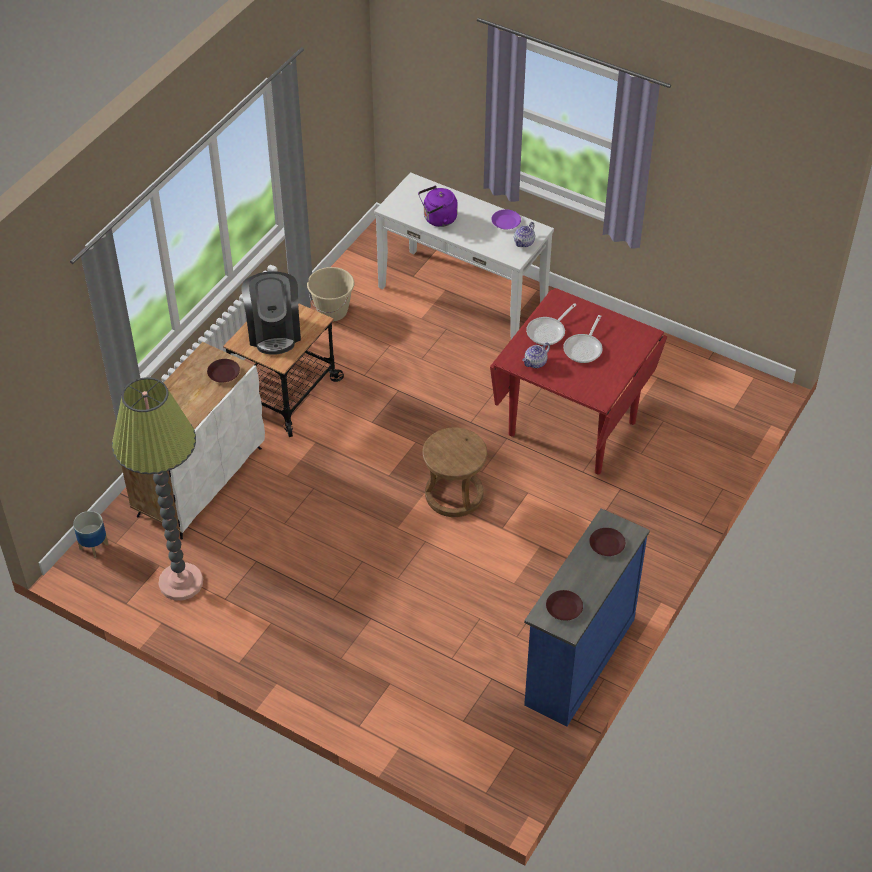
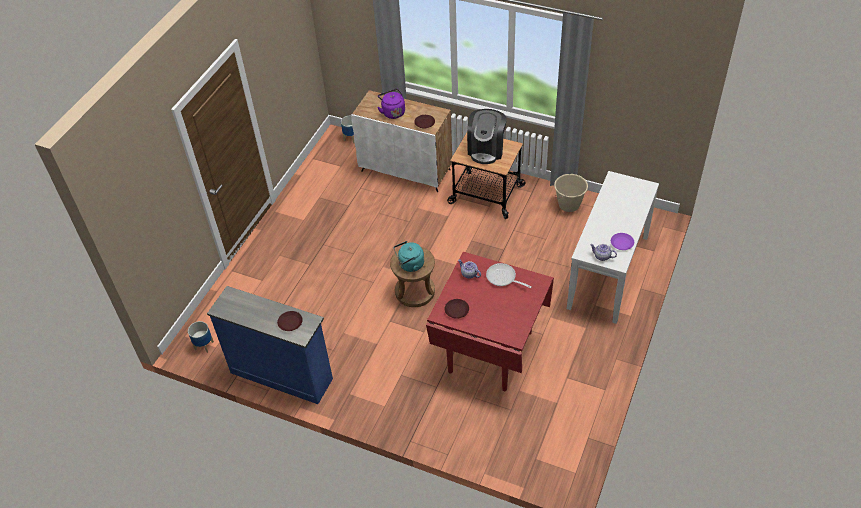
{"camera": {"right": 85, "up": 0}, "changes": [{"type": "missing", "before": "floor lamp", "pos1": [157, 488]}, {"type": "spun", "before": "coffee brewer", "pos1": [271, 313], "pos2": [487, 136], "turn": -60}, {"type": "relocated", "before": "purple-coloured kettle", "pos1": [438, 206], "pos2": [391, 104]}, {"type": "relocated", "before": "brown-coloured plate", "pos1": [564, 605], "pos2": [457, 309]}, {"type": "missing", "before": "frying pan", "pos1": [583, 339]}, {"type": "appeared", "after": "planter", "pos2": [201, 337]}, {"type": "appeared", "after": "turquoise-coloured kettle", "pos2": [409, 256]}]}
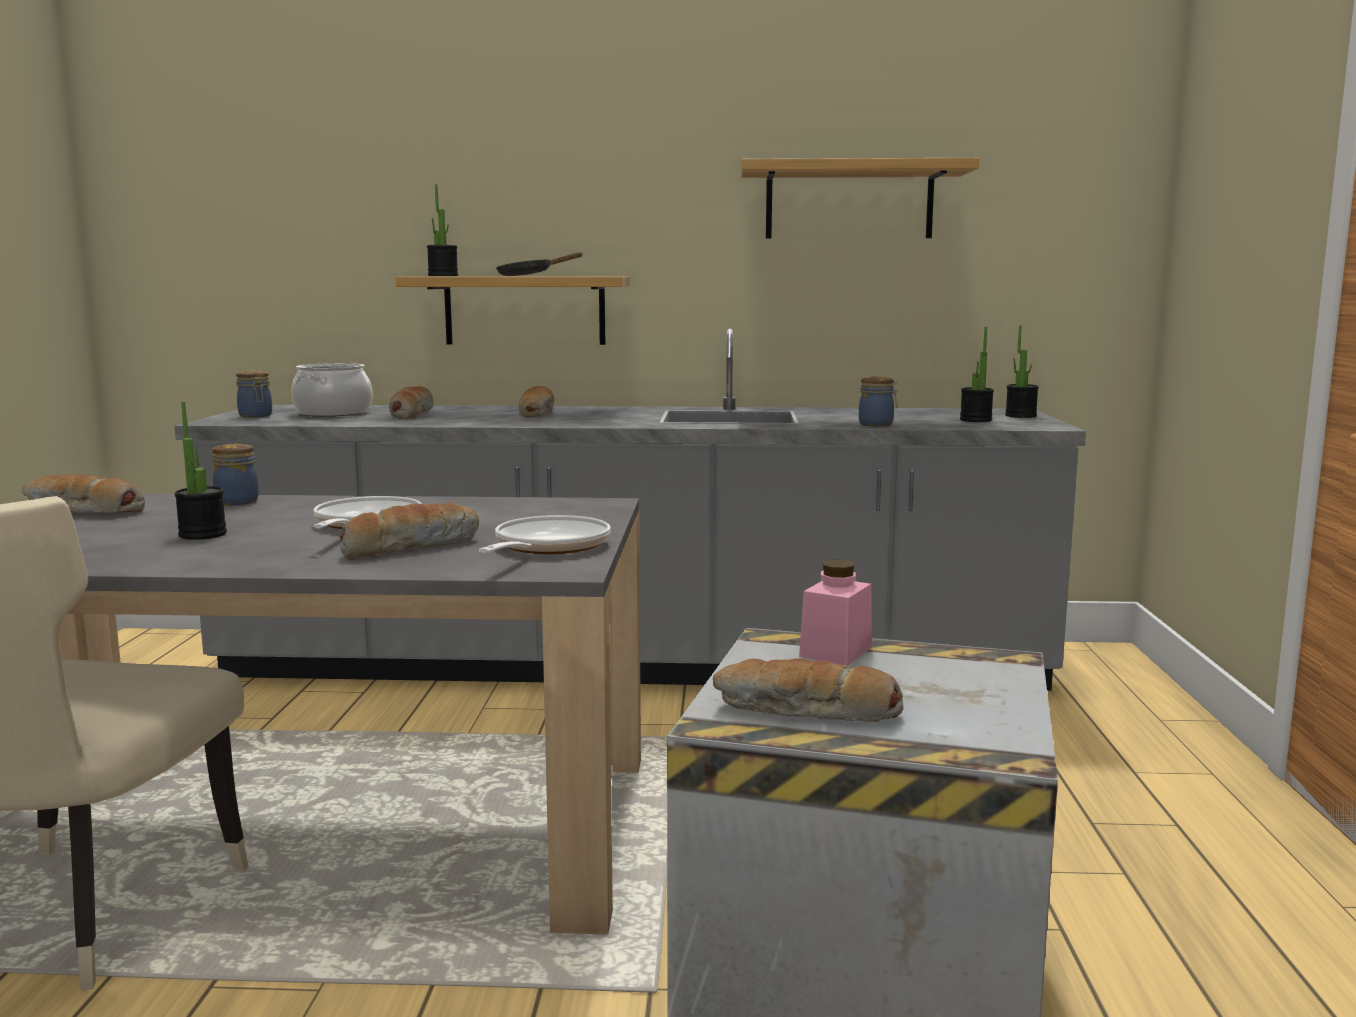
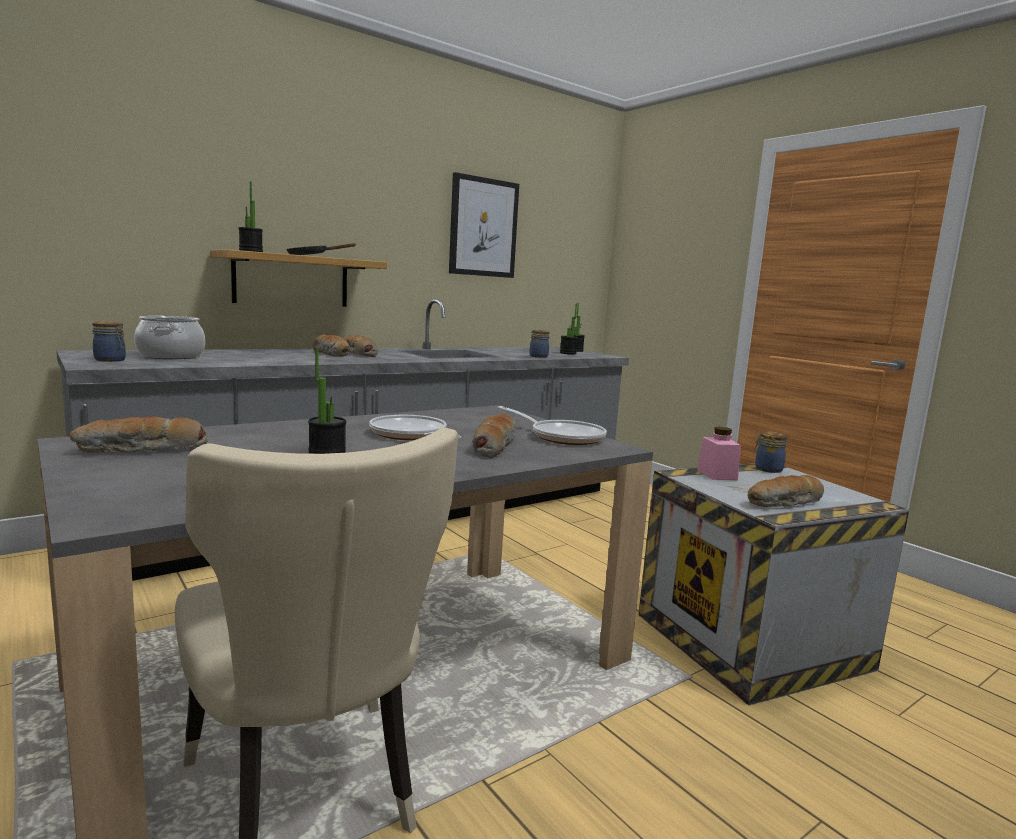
{"camera": {"right": -40, "up": 0}, "changes": [{"type": "relocated", "before": "preserve jar", "pos1": [235, 474], "pos2": [770, 452]}, {"type": "relocated", "before": "baked bread", "pos1": [411, 402], "pos2": [360, 346]}, {"type": "spun", "before": "frying pan", "pos1": [545, 534], "pos2": [552, 425], "turn": 150}, {"type": "exchanged", "before": "shelf", "after": "wall picture", "pos1": [860, 198], "pos2": [484, 225]}]}
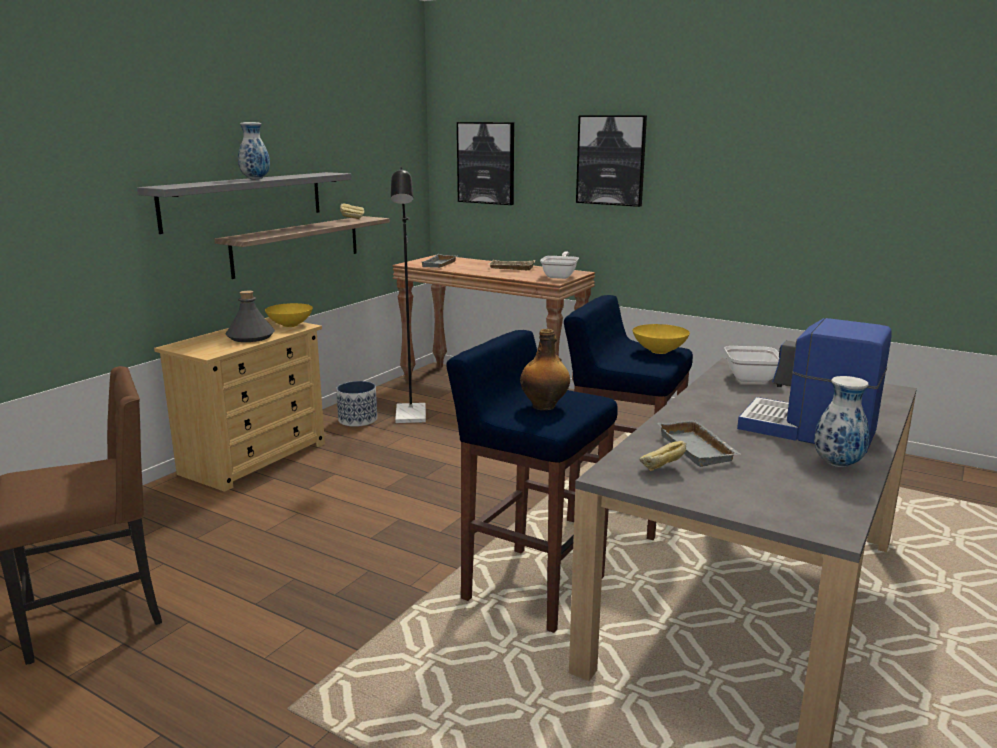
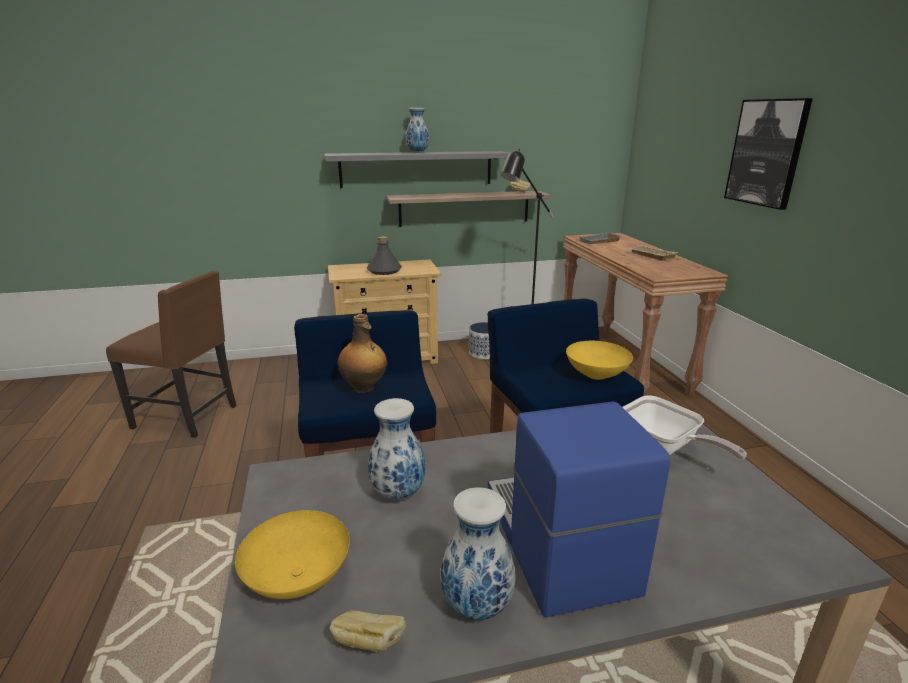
{"camera": {"right": 45, "up": 5}, "changes": [{"type": "relocated", "before": "yellowish serving bowl", "pos1": [289, 315], "pos2": [292, 554]}, {"type": "missing", "before": "wall picture", "pos1": [485, 163]}, {"type": "missing", "before": "frying pan", "pos1": [559, 265]}, {"type": "relocated", "before": "baked bread", "pos1": [662, 456], "pos2": [368, 631]}, {"type": "exchanged", "before": "gray serving tray", "after": "vase", "pos1": [699, 443], "pos2": [397, 449]}]}
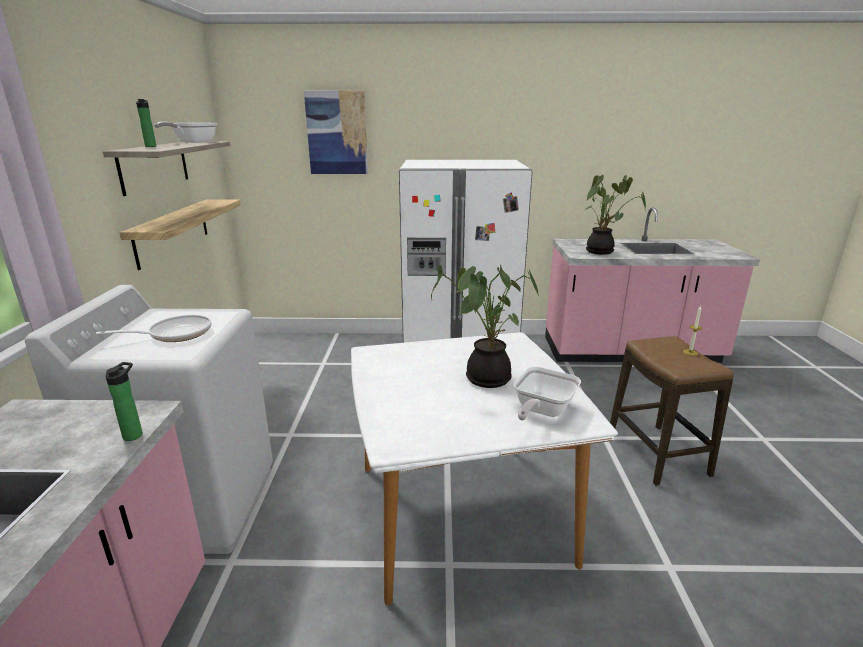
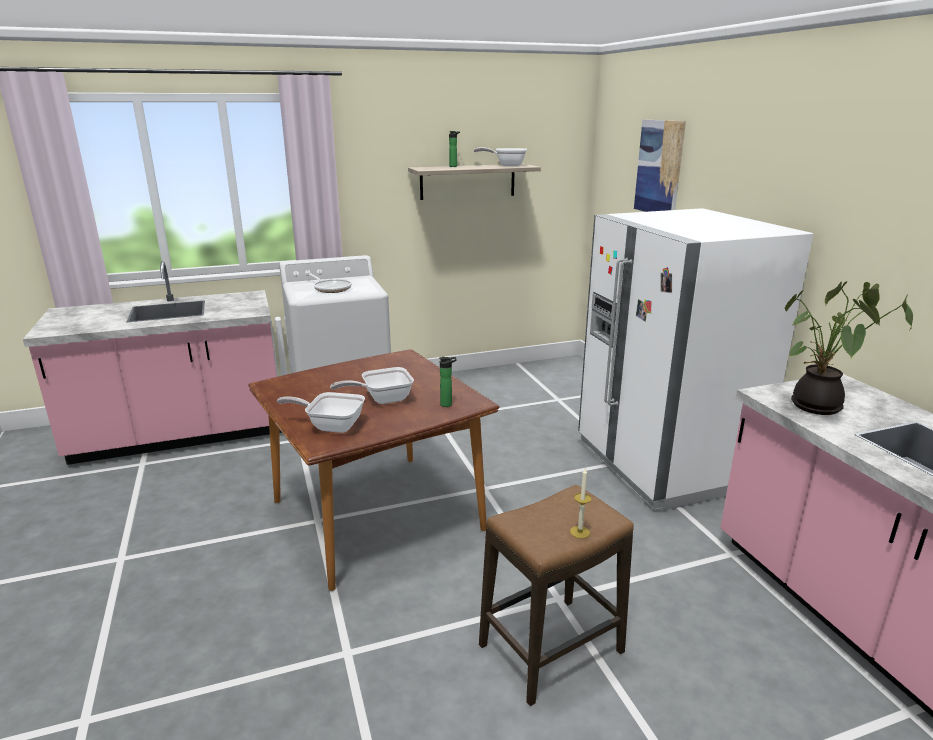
{"camera": {"right": 70, "up": 0}, "changes": [{"type": "relocated", "before": "beverage bottle", "pos1": [124, 401], "pos2": [448, 382]}, {"type": "missing", "before": "shelf", "pos1": [180, 234]}, {"type": "colour", "before": "white-coloured dining table", "after": "brown-coloured dining table", "pos1": [484, 468], "pos2": [374, 470]}, {"type": "exchanged", "before": "potted plant", "after": "frying pan", "pos1": [485, 326], "pos2": [372, 385]}]}
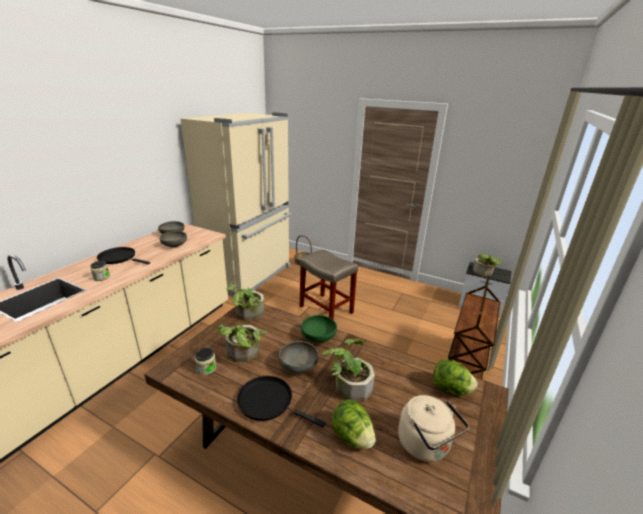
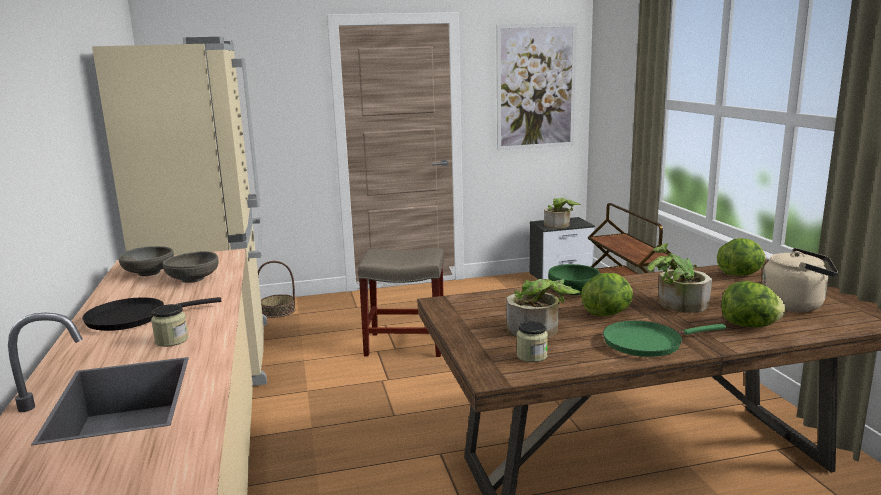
{"camera": {"right": -40, "up": -10}, "changes": [{"type": "missing", "before": "potted plant", "pos1": [245, 301]}, {"type": "colour", "before": "blackish frying pan", "after": "greenish frying pan", "pos1": [281, 402], "pos2": [664, 339]}, {"type": "exchanged", "before": "gray serving bowl", "after": "lettuce", "pos1": [299, 357], "pos2": [607, 294]}, {"type": "appeared", "after": "wall picture", "pos2": [536, 86]}]}
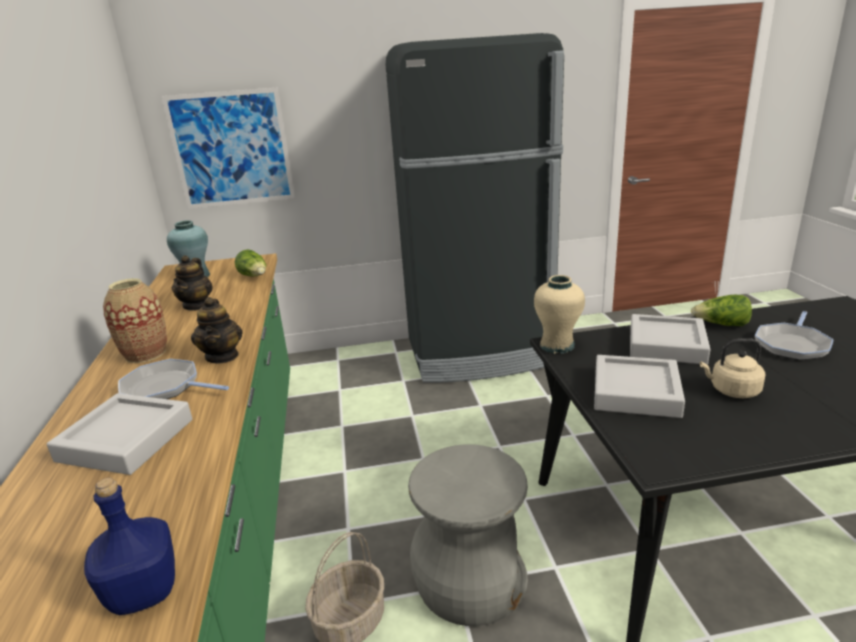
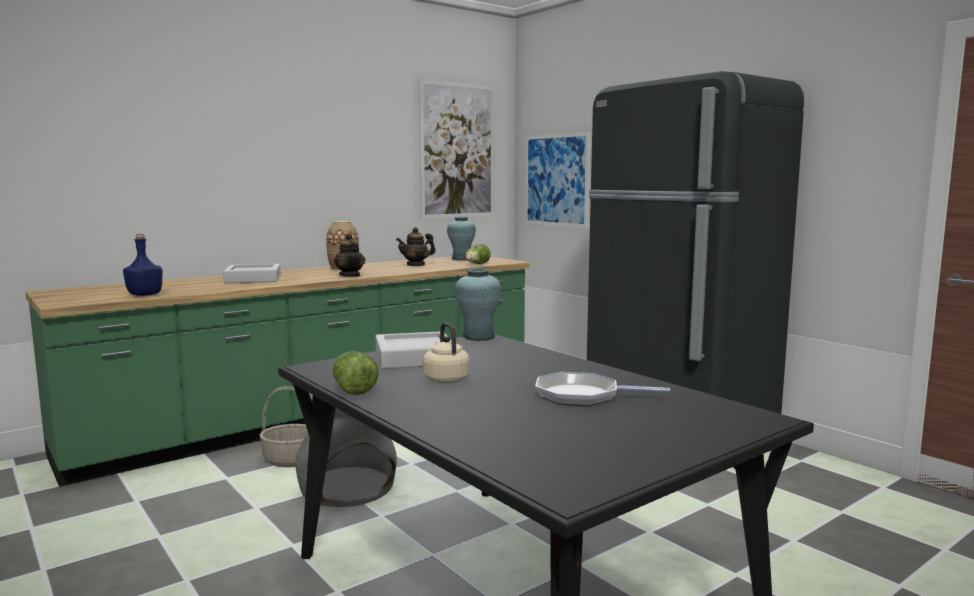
{"camera": {"right": 60, "up": -15}, "changes": [{"type": "missing", "before": "frying pan", "pos1": [173, 379]}, {"type": "spun", "before": "tea pot", "pos1": [217, 330], "pos2": [349, 255], "turn": -75}, {"type": "colour", "before": "beige vase", "after": "turquoise-coloured vase", "pos1": [559, 314], "pos2": [478, 304]}, {"type": "missing", "before": "gray serving tray", "pos1": [670, 339]}, {"type": "relocated", "before": "lettuce", "pos1": [721, 310], "pos2": [355, 373]}, {"type": "appeared", "after": "wall picture", "pos2": [456, 149]}]}
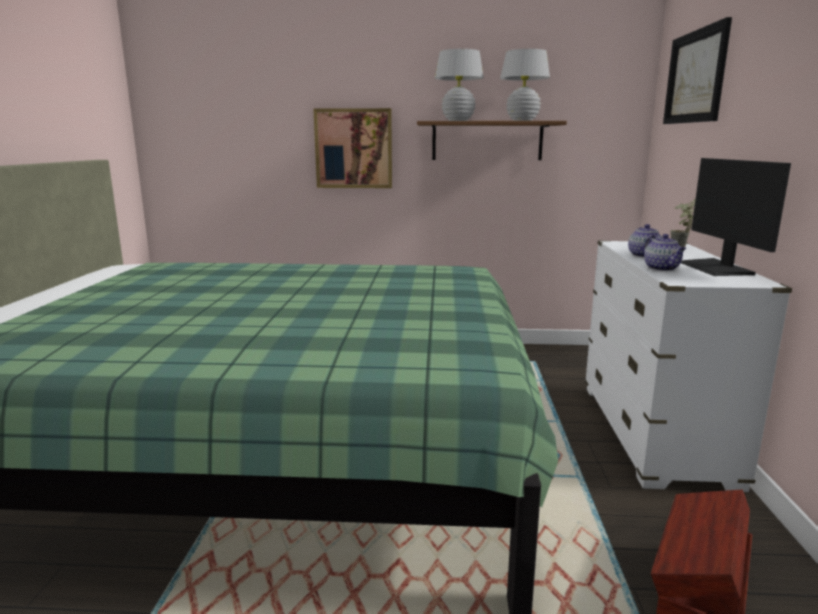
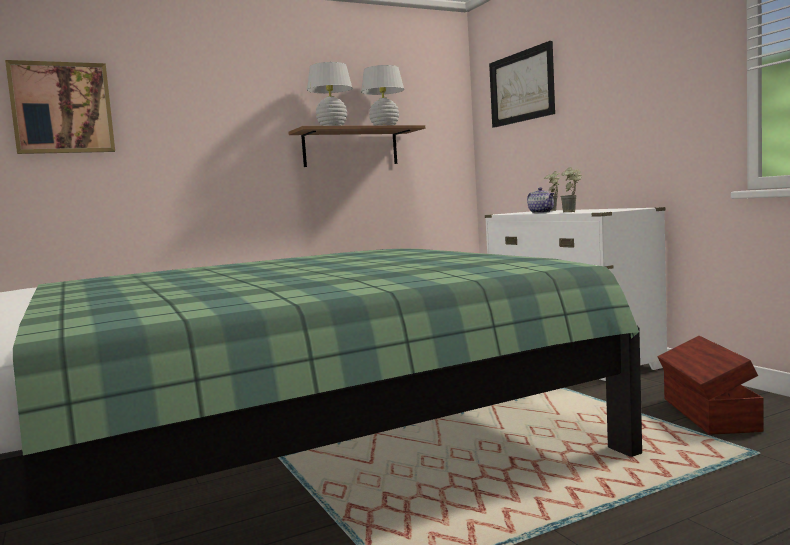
{"camera": {"right": -30, "up": -10}, "changes": [{"type": "relocated", "before": "wall picture", "pos1": [352, 148], "pos2": [60, 107]}, {"type": "exchanged", "before": "tea pot", "after": "potted plant", "pos1": [665, 252], "pos2": [571, 189]}, {"type": "missing", "before": "monitor", "pos1": [736, 217]}]}
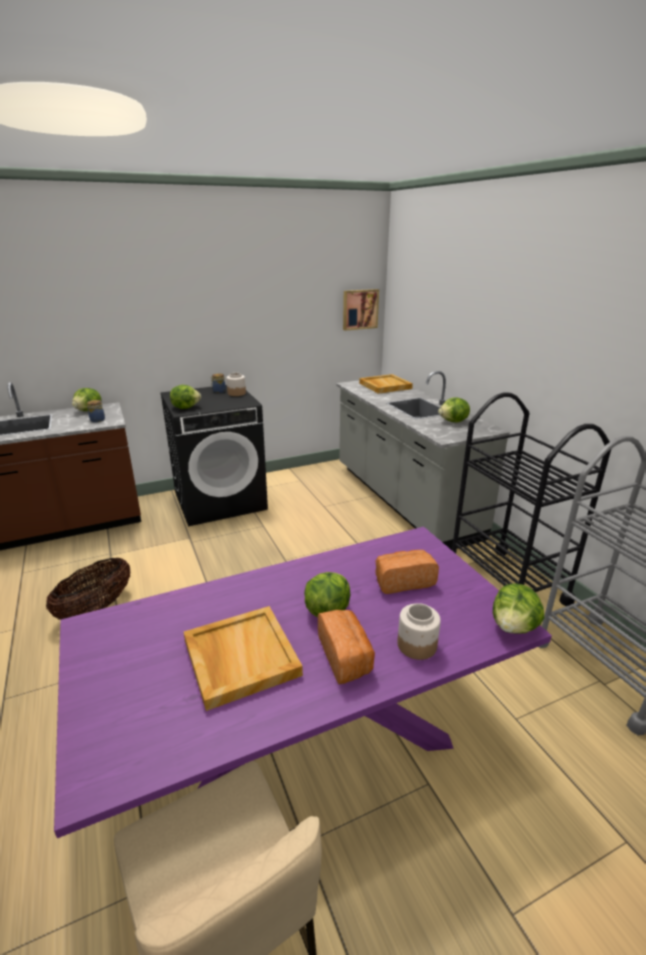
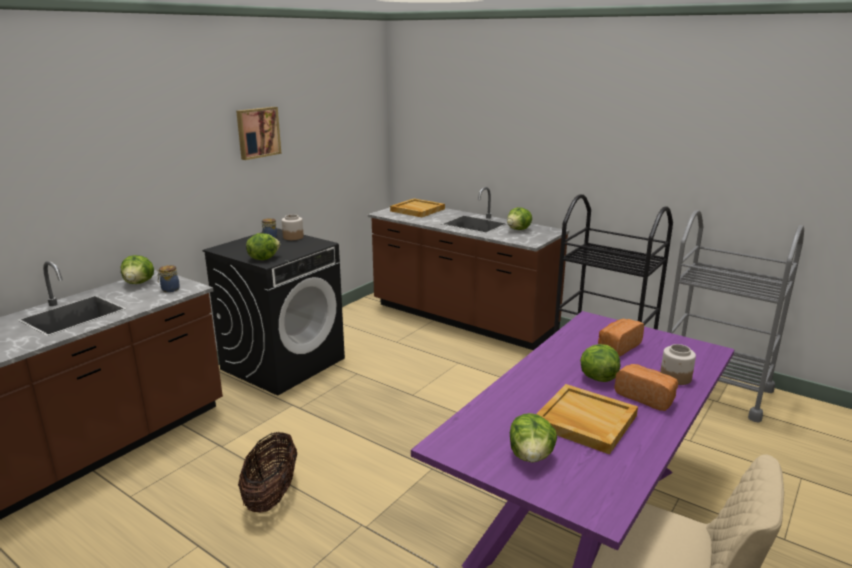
{"camera": {"right": -30, "up": -5}, "changes": [{"type": "colour", "before": "gray kitchen counter", "after": "brown-coloured kitchen counter", "pos1": [423, 460], "pos2": [468, 268]}, {"type": "relocated", "before": "wall picture", "pos1": [361, 310], "pos2": [258, 133]}, {"type": "relocated", "before": "lettuce", "pos1": [518, 609], "pos2": [533, 437]}]}
